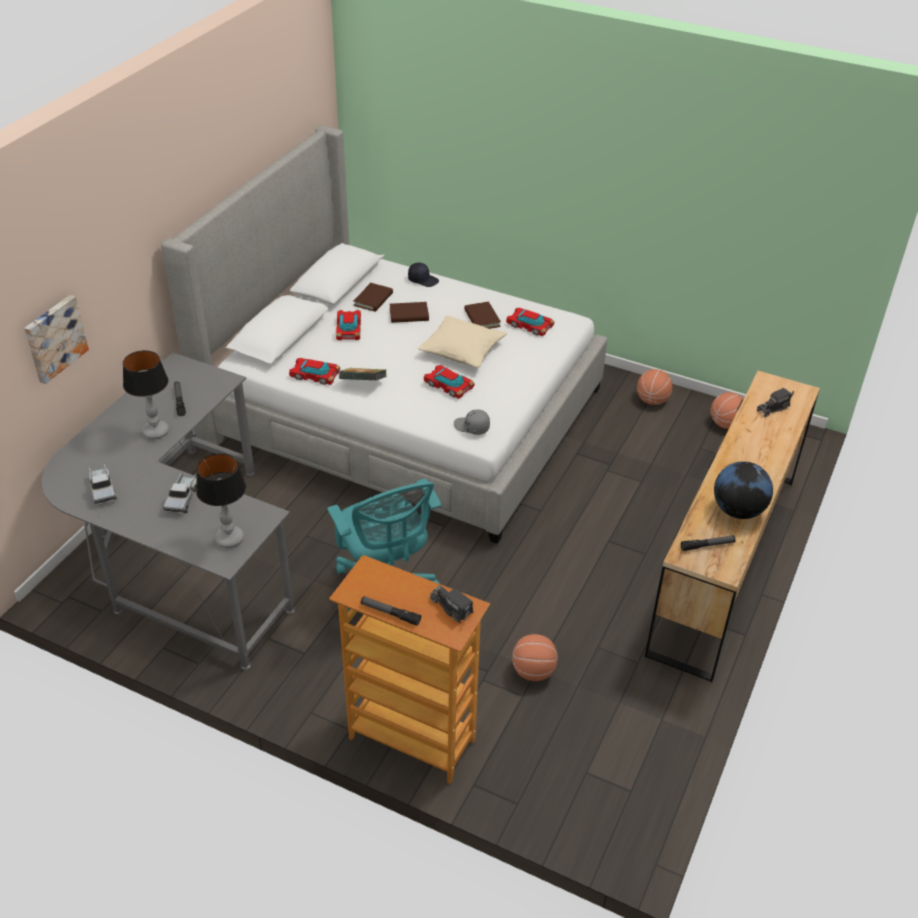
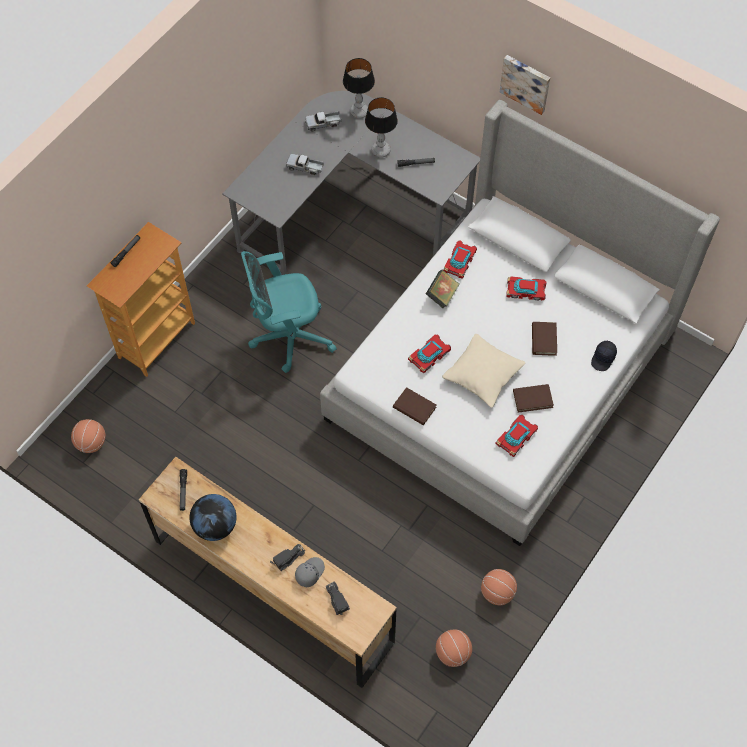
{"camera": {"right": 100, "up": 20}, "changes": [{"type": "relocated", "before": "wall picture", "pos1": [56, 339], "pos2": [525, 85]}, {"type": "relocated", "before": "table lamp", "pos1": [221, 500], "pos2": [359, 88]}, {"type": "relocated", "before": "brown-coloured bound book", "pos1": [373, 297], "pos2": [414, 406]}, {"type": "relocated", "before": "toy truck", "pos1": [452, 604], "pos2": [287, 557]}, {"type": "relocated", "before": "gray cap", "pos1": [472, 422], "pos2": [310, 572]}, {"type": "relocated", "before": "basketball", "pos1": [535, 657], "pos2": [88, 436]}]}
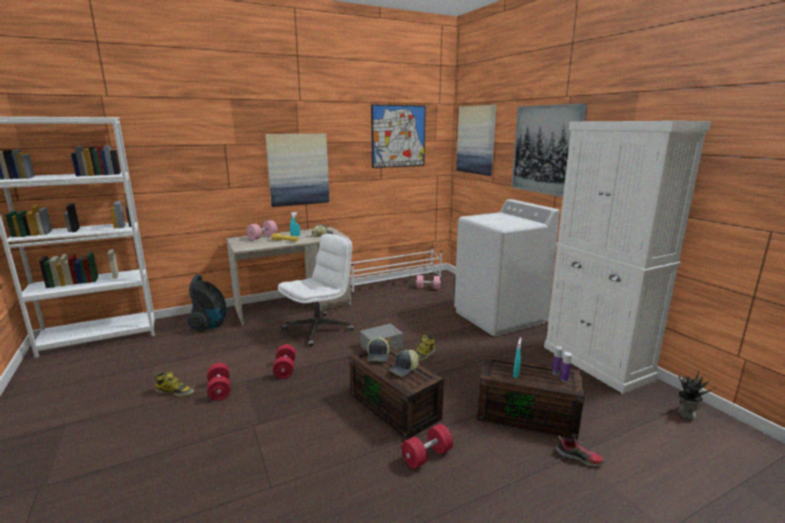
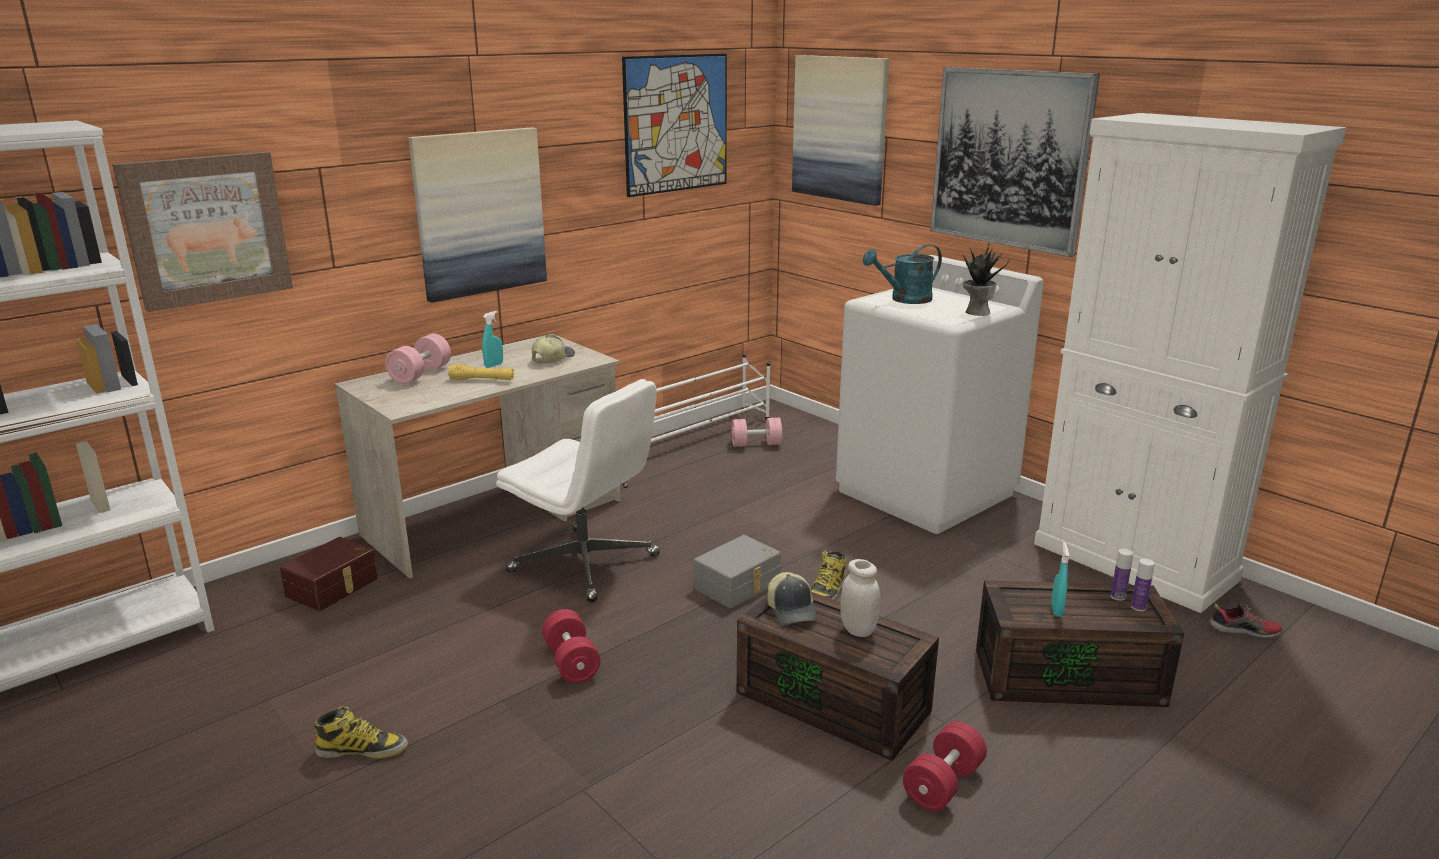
{"camera": {"right": -15, "up": 5}, "changes": [{"type": "exchanged", "before": "hoover", "after": "brown-coloured storage box", "pos1": [206, 303], "pos2": [329, 574]}, {"type": "missing", "before": "reddish free weight", "pos1": [219, 382]}, {"type": "spun", "before": "white-coloured office chair", "pos1": [316, 290], "pos2": [578, 490], "turn": 90}, {"type": "exchanged", "before": "cap", "after": "white-coloured preserve jar", "pos1": [403, 363], "pos2": [860, 598]}, {"type": "relocated", "before": "item of footwear", "pos1": [580, 450], "pos2": [1246, 620]}, {"type": "relocated", "before": "potted plant", "pos1": [696, 395], "pos2": [986, 279]}, {"type": "appeared", "after": "wall picture", "pos2": [202, 231]}, {"type": "appeared", "after": "turquoise-coloured sprinkling can", "pos2": [902, 274]}]}
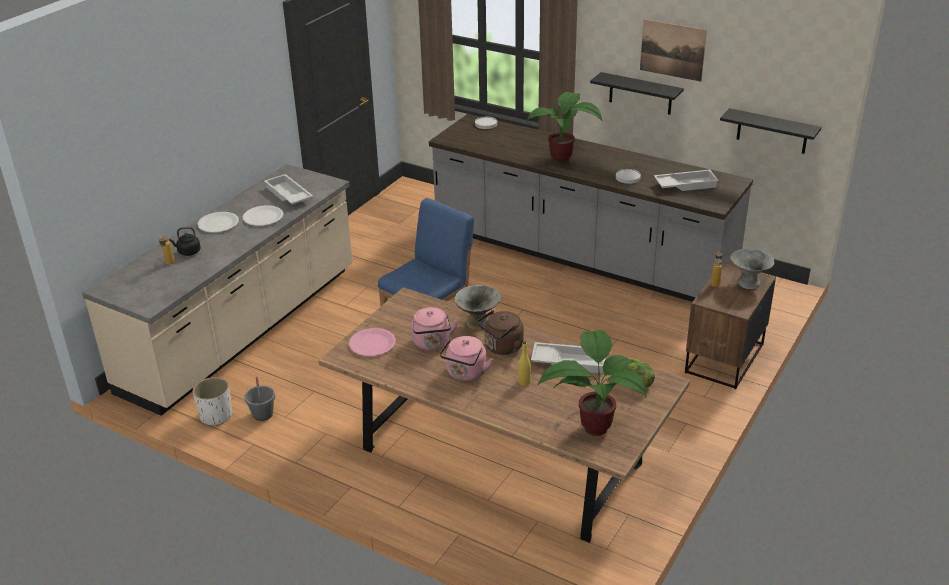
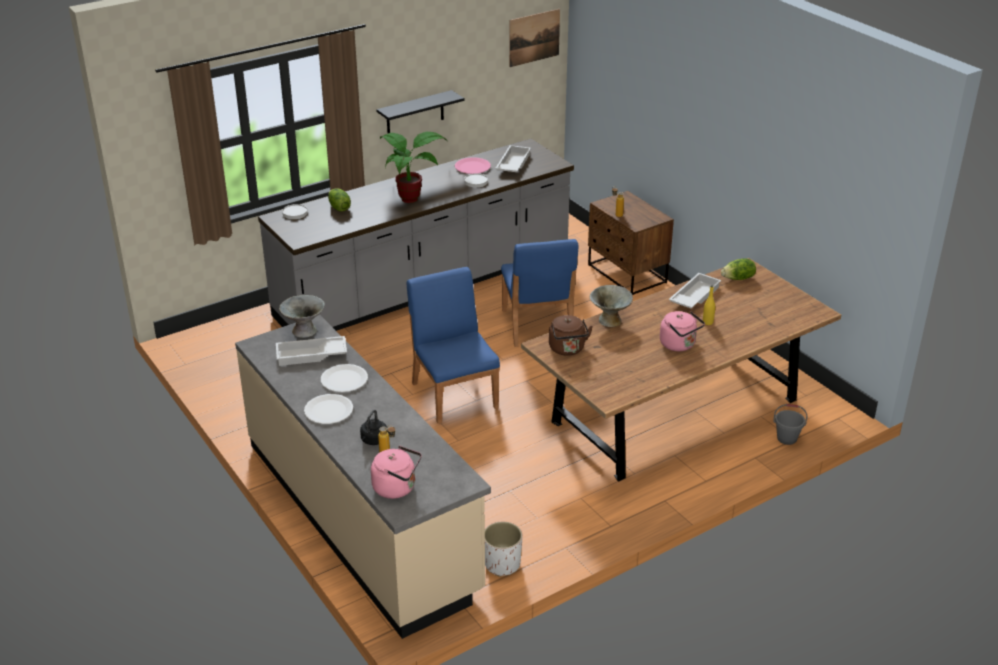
{"camera": {"right": -65, "up": 0}, "changes": [{"type": "relocated", "before": "gray water bucket", "pos1": [259, 398], "pos2": [790, 424]}, {"type": "relocated", "before": "pink plate", "pos1": [372, 342], "pos2": [473, 165]}, {"type": "relocated", "before": "pink kettle", "pos1": [434, 329], "pos2": [396, 472]}, {"type": "relocated", "before": "brown-coloured kettle", "pos1": [500, 332], "pos2": [571, 335]}, {"type": "missing", "before": "potted plant", "pos1": [592, 383]}, {"type": "relocated", "before": "wall picture", "pos1": [673, 50], "pos2": [534, 38]}, {"type": "missing", "before": "blackish shelf", "pos1": [770, 131]}, {"type": "relocated", "before": "gray serving bowl", "pos1": [752, 269], "pos2": [302, 316]}, {"type": "appeared", "after": "lettuce", "pos2": [339, 200]}, {"type": "appeared", "after": "blue-coloured chair", "pos2": [539, 293]}]}
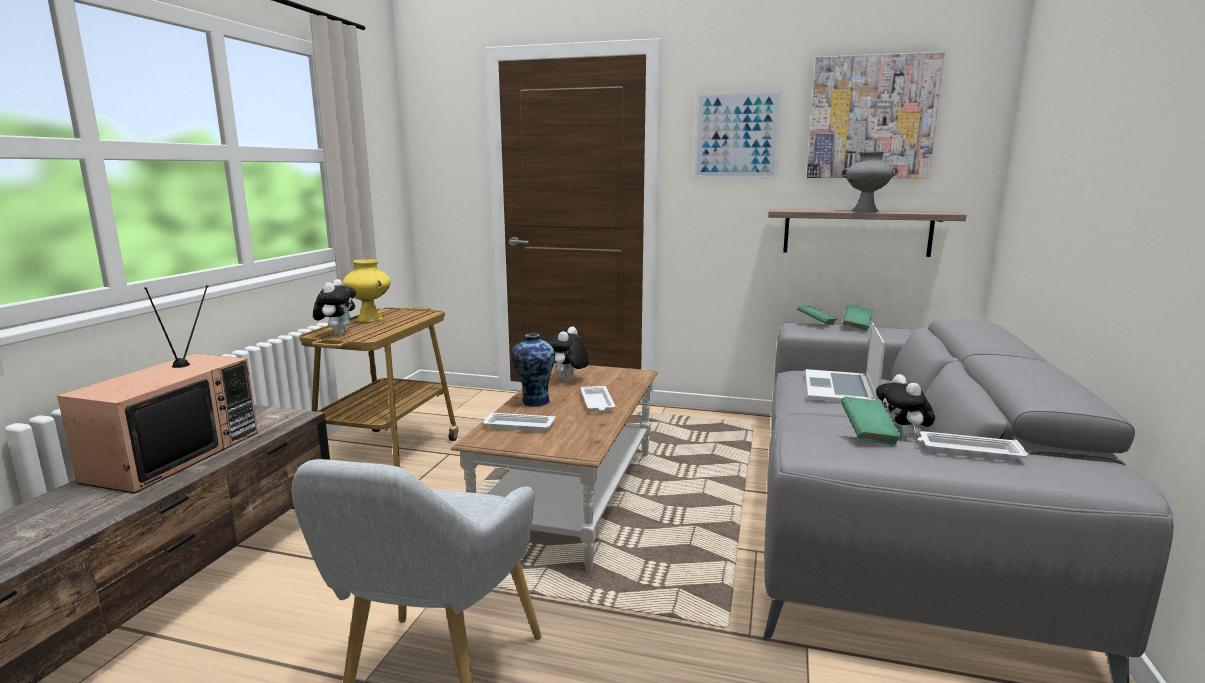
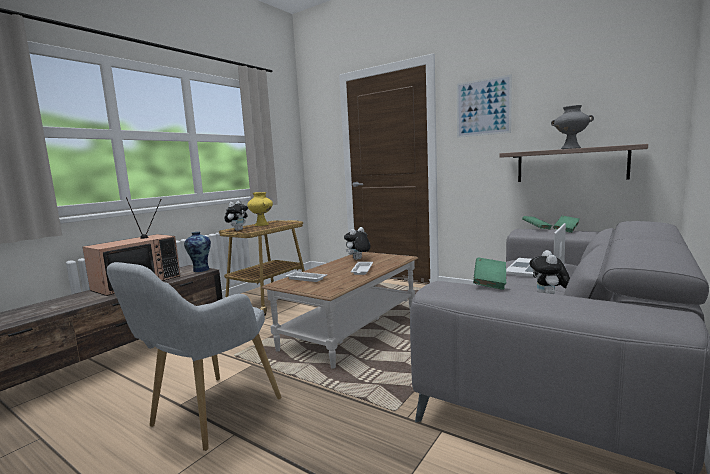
{"camera": {"right": 20, "up": -5}, "changes": [{"type": "relocated", "before": "vase", "pos1": [533, 370], "pos2": [197, 252]}, {"type": "missing", "before": "wall picture", "pos1": [876, 115]}, {"type": "missing", "before": "white-coloured serving tray", "pos1": [973, 446]}]}
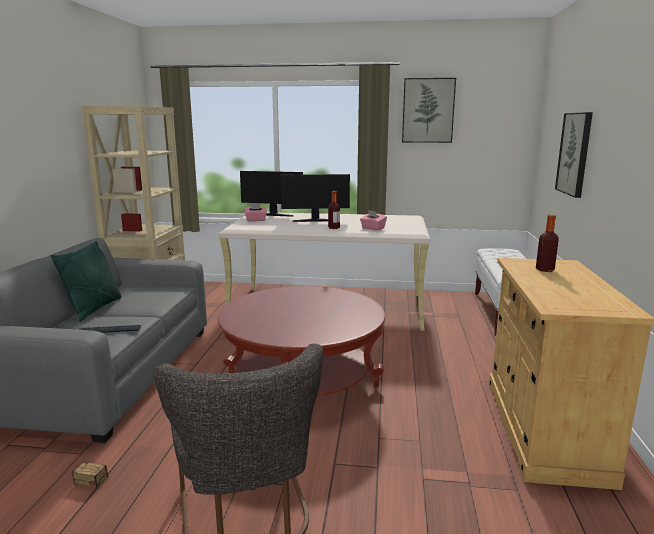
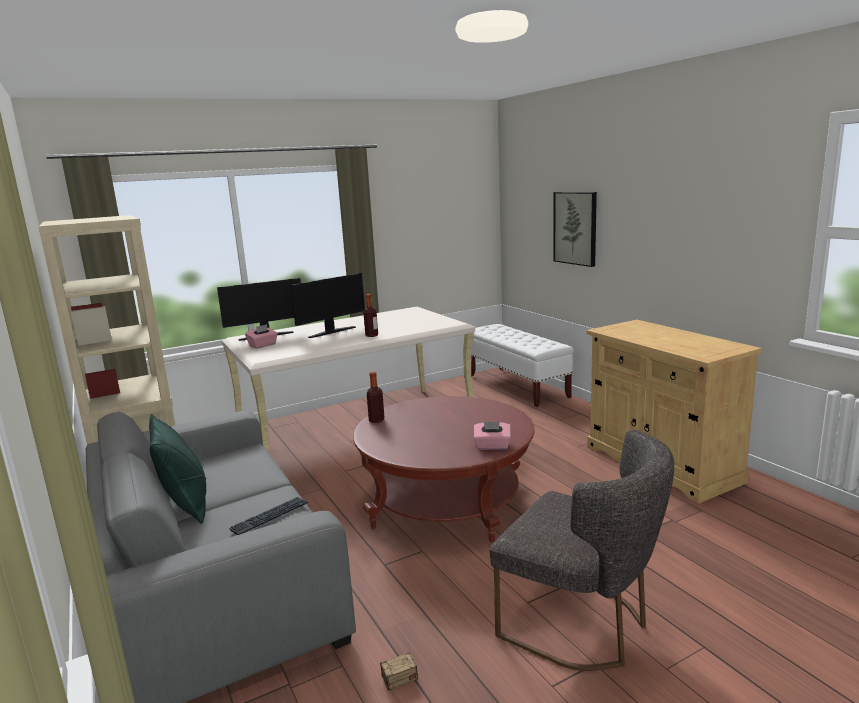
{"camera": {"right": -35, "up": 0}, "changes": [{"type": "relocated", "before": "pink tissue box", "pos1": [373, 220], "pos2": [492, 435]}, {"type": "missing", "before": "wall picture", "pos1": [429, 110]}, {"type": "relocated", "before": "beverage bottle", "pos1": [547, 243], "pos2": [376, 397]}]}
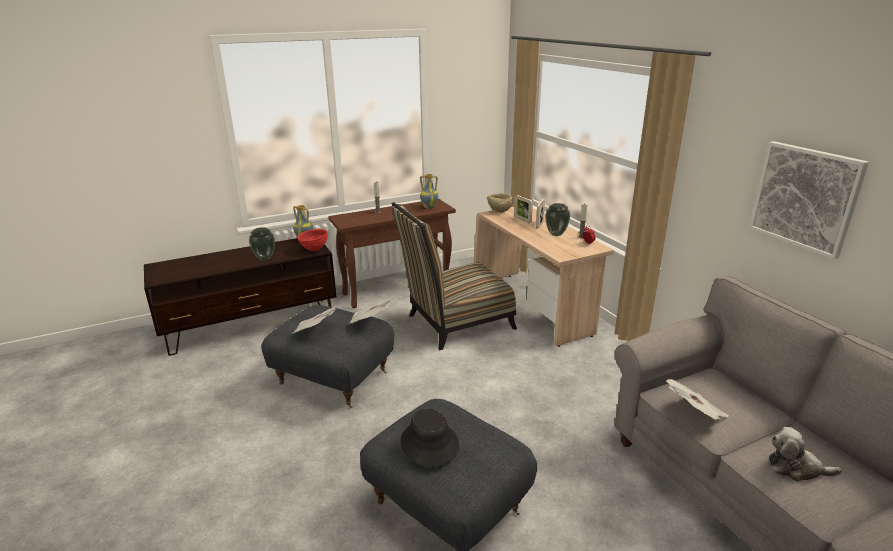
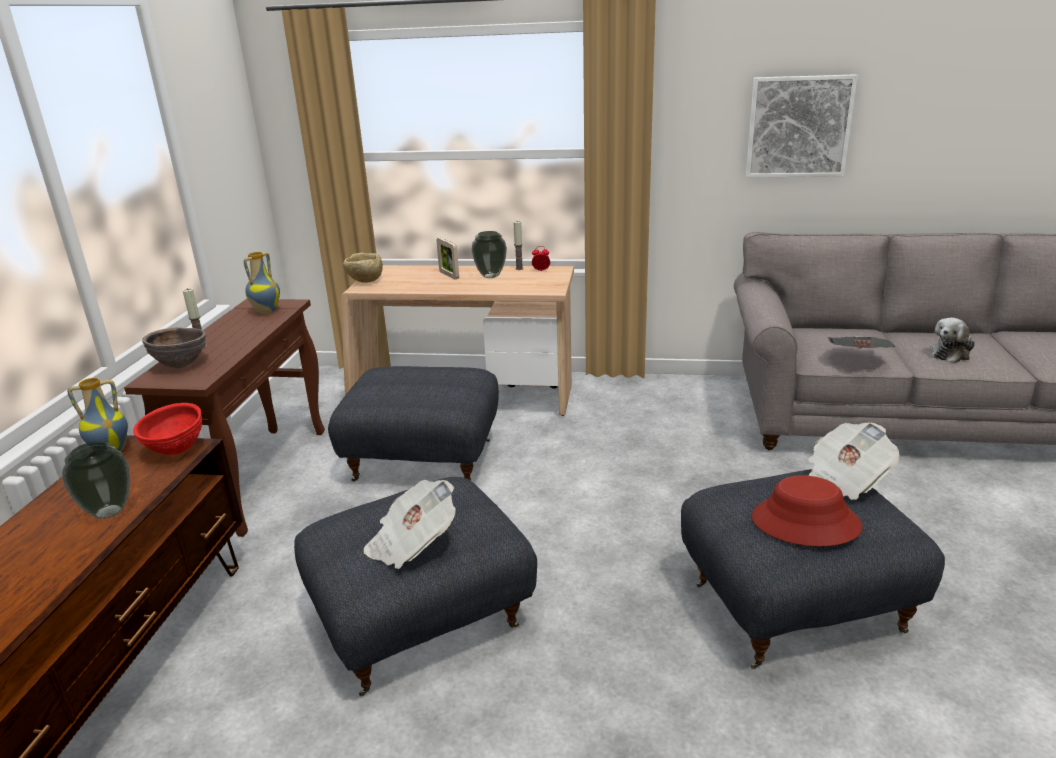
{"camera": {"right": -55, "up": 0}, "changes": [{"type": "relocated", "before": "printed paper", "pos1": [370, 311], "pos2": [853, 461]}, {"type": "exchanged", "before": "chair", "after": "gray ottoman", "pos1": [454, 276], "pos2": [413, 424]}, {"type": "colour", "before": "blackish hat", "after": "reddish hat", "pos1": [430, 438], "pos2": [807, 510]}, {"type": "missing", "before": "picture frame", "pos1": [523, 209]}, {"type": "appeared", "after": "brown-coloured serving bowl", "pos2": [174, 347]}]}
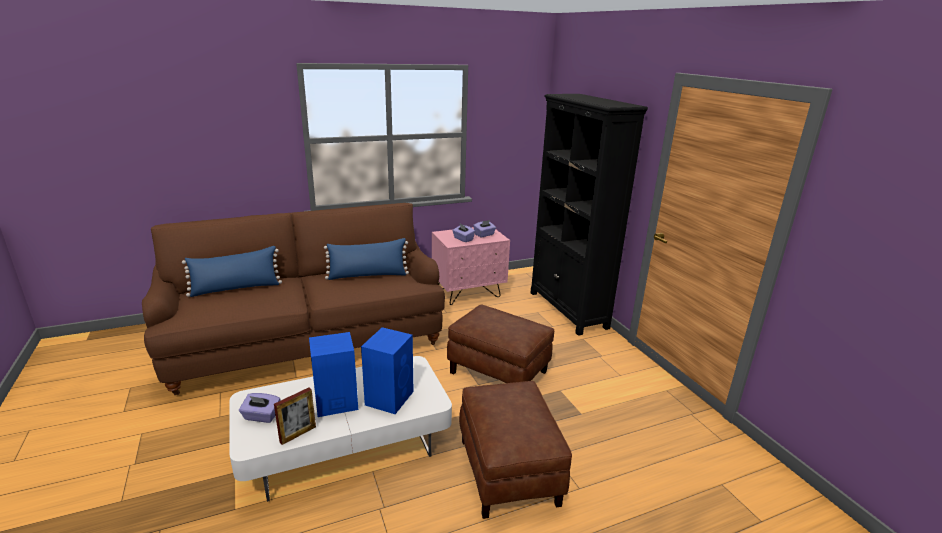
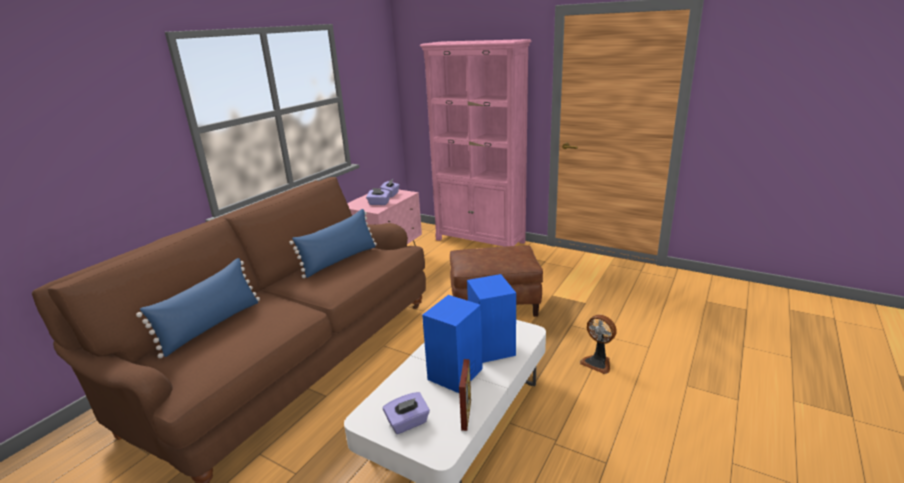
{"camera": {"right": -35, "up": 0}, "changes": [{"type": "exchanged", "before": "brown-coloured ottoman", "after": "cooling fan", "pos1": [515, 450], "pos2": [598, 344]}, {"type": "colour", "before": "blackish bookcase", "after": "pink bookcase", "pos1": [589, 215], "pos2": [475, 143]}]}
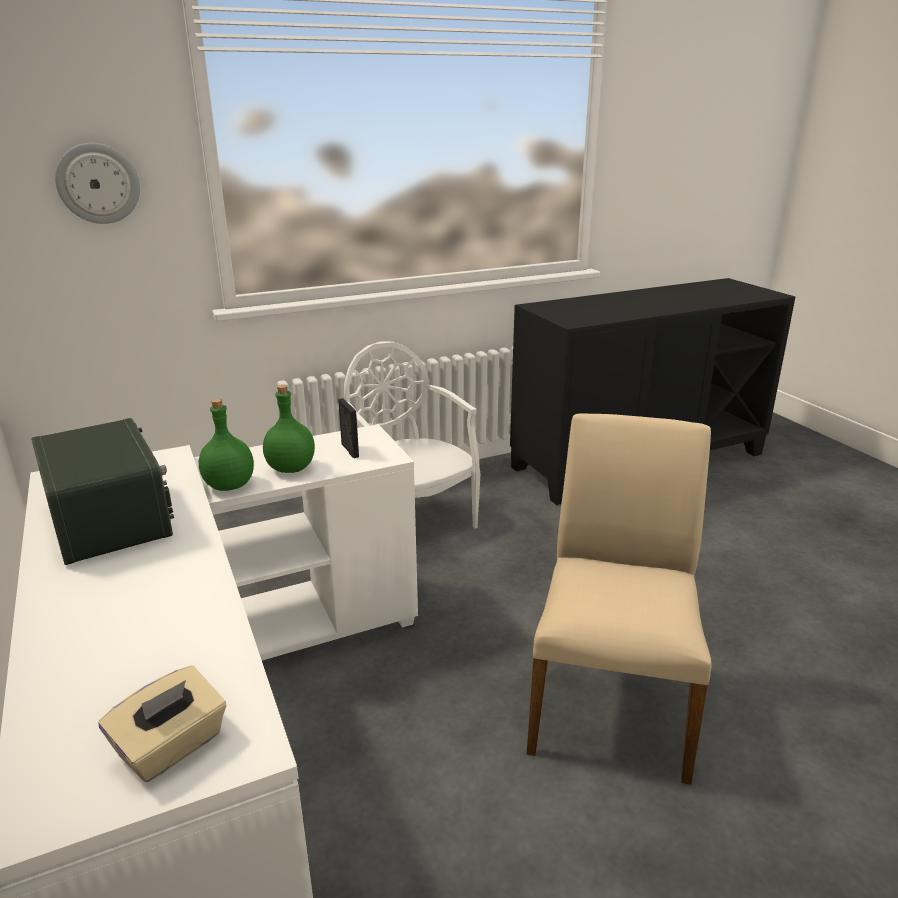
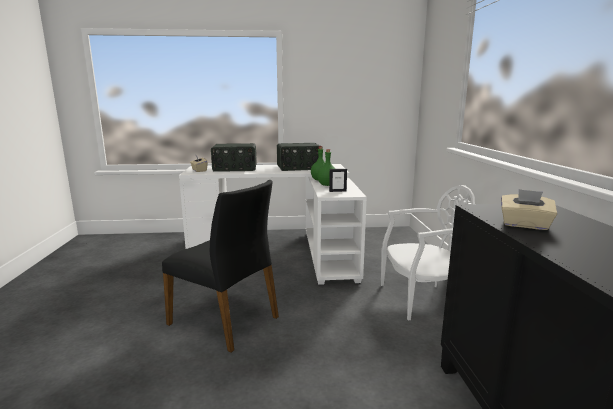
{"camera": {"right": 110, "up": -10}, "changes": [{"type": "missing", "before": "hanging clock", "pos1": [97, 183]}, {"type": "colour", "before": "beige chair", "after": "blackish chair", "pos1": [619, 599], "pos2": [220, 266]}, {"type": "appeared", "after": "radio receiver", "pos2": [234, 157]}, {"type": "appeared", "after": "beige tissue box", "pos2": [529, 209]}]}
